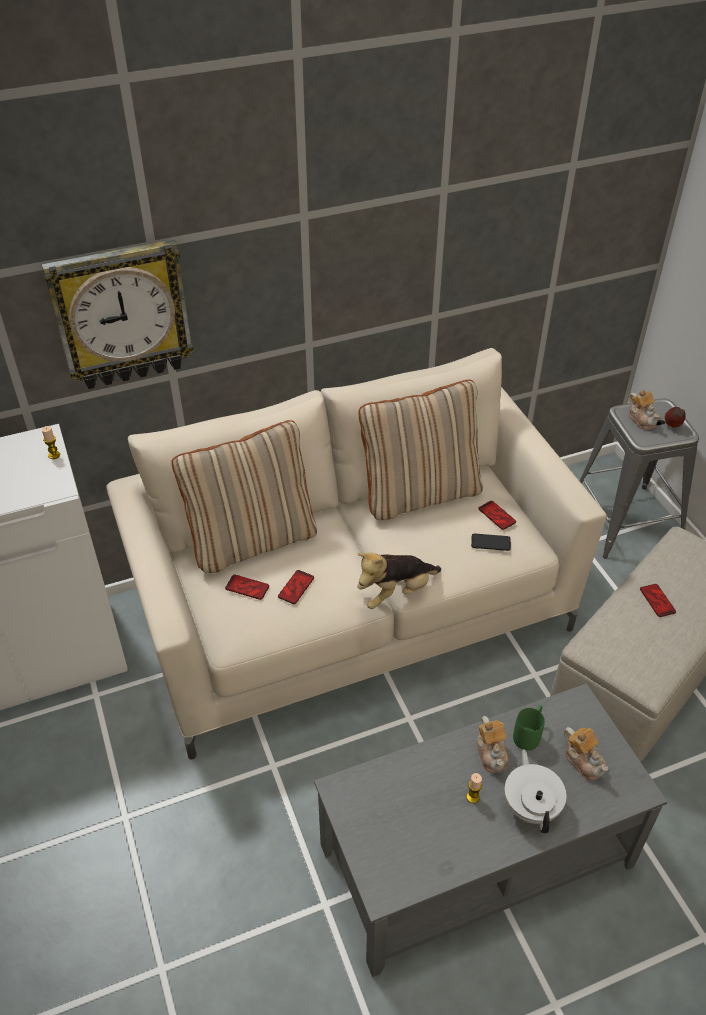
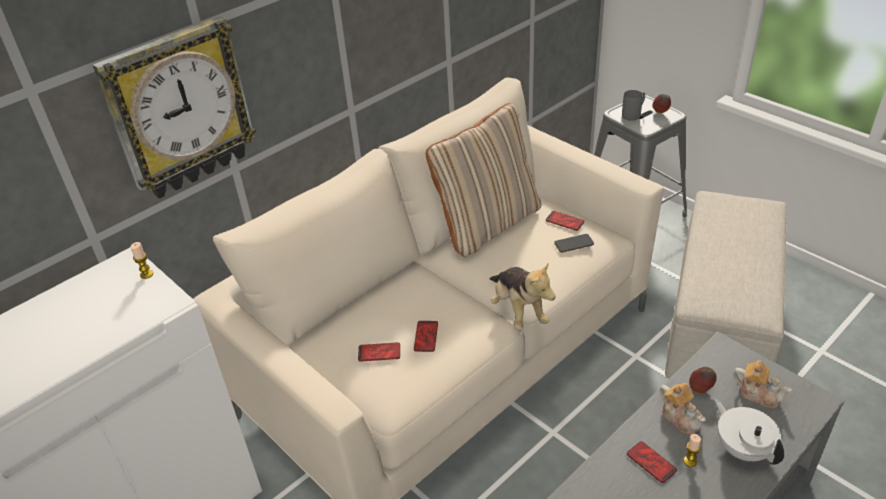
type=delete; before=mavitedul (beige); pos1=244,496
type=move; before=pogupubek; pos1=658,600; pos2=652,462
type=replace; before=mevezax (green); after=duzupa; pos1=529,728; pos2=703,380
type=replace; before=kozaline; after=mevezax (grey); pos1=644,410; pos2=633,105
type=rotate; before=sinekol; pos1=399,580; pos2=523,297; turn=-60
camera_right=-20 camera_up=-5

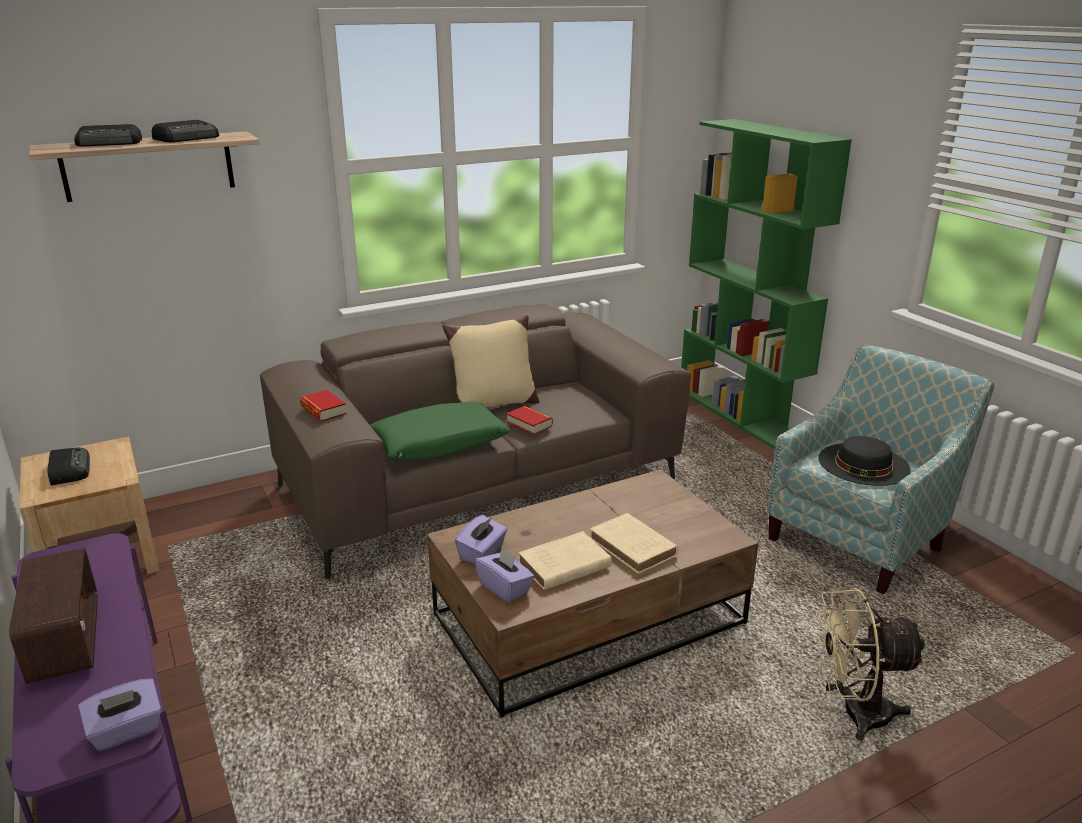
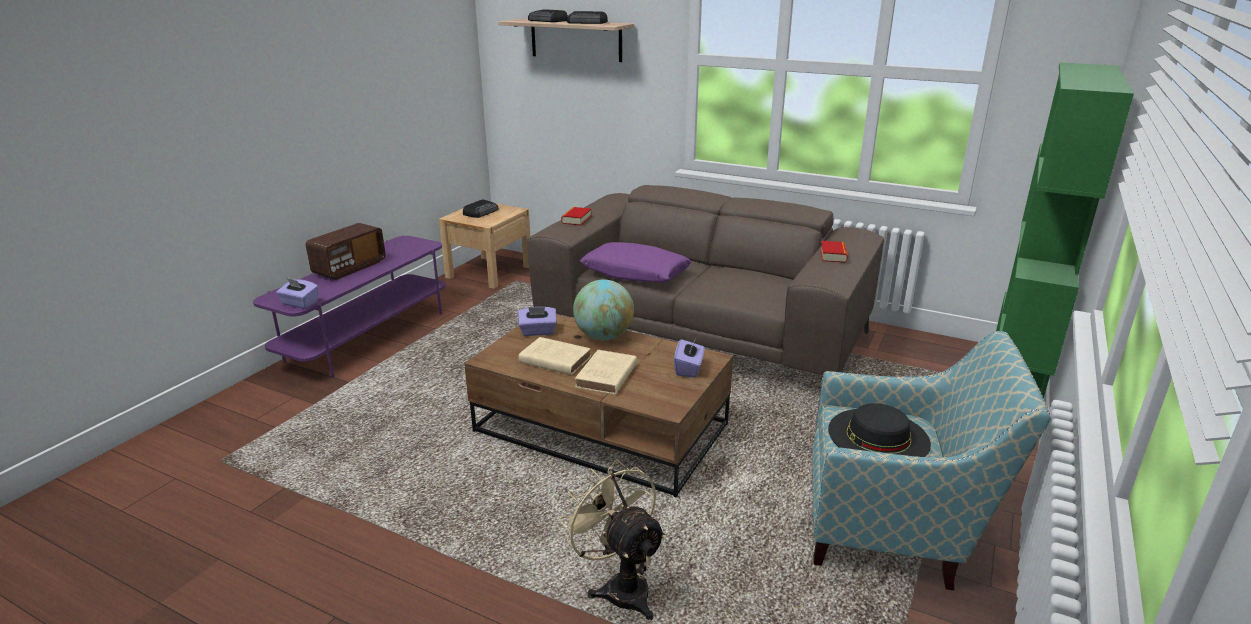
type=delete; before=mavitedul (beige); pos1=490,360
type=insert; after=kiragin; pos2=603,310
type=move; before=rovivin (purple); pos1=504,574; pos2=689,358
type=move; before=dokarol; pos1=529,420; pos2=834,252
type=recolor; before=mavitedul (green); after=mavitedul (purple); pos1=440,431; pos2=635,262
camera_right=55 camera_up=0

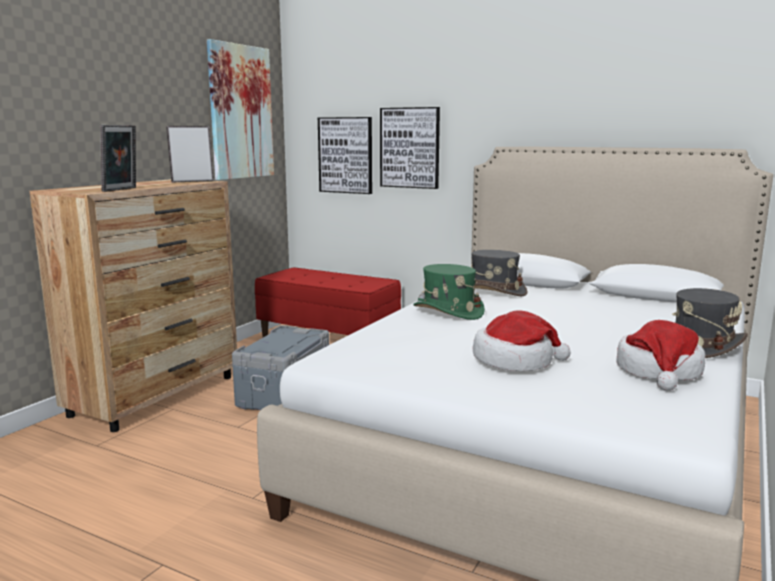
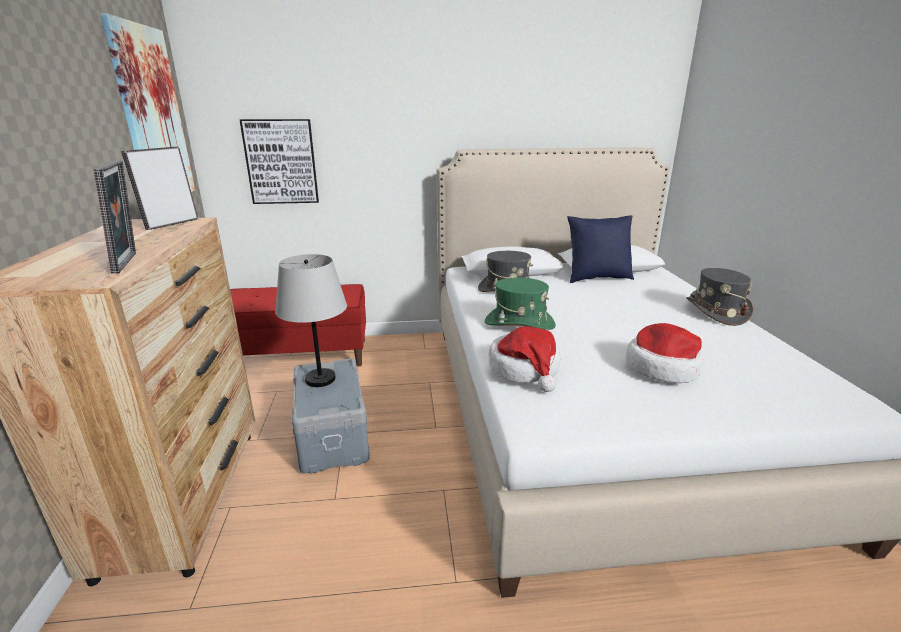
type=delete; before=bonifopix; pos1=410,148
type=insert; after=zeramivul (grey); pos2=311,320
type=insert; after=mavitedul (blue); pos2=600,249
type=move; before=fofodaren; pos1=660,355; pos2=524,359
camera_right=-35 camera_up=10

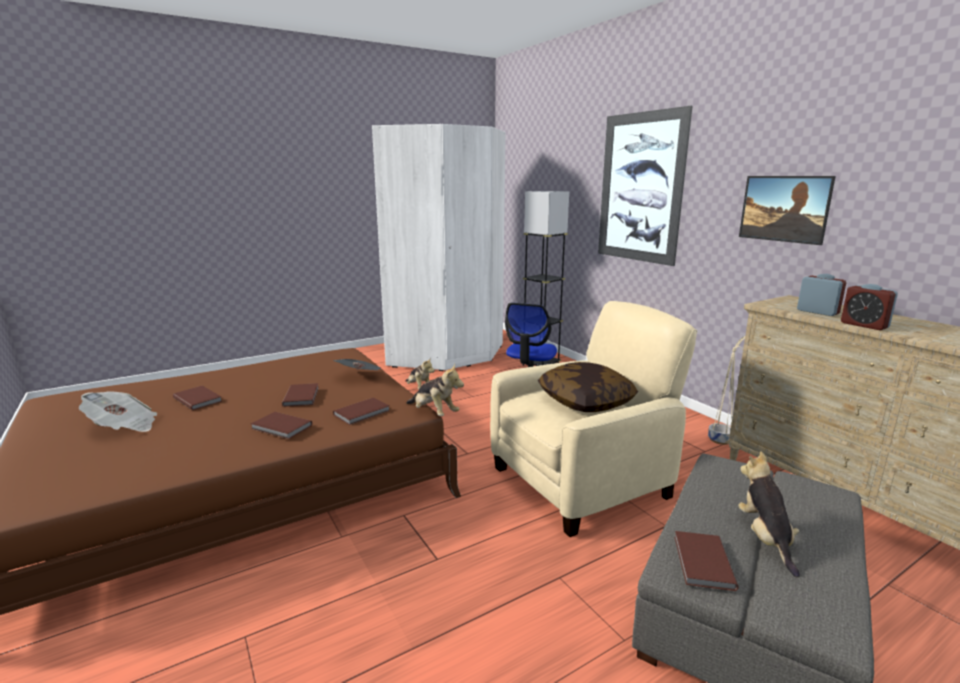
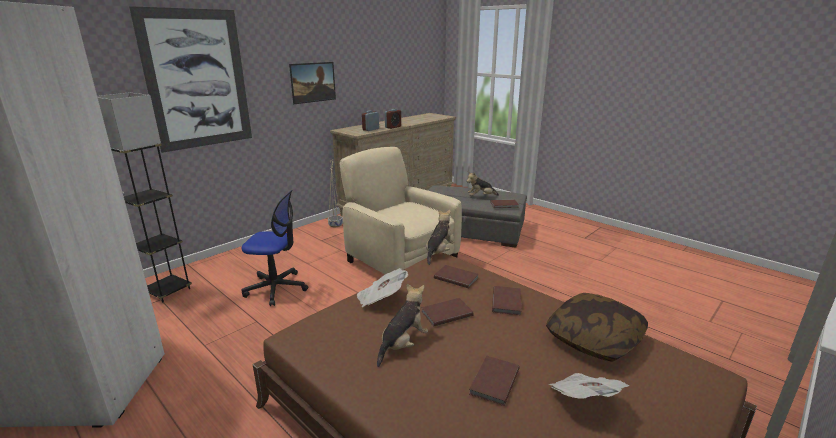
type=move; before=sinekol; pos1=420,373; pos2=402,325
type=move; before=mavitedul; pos1=588,387; pos2=597,327
camera_right=-105 camera_up=5

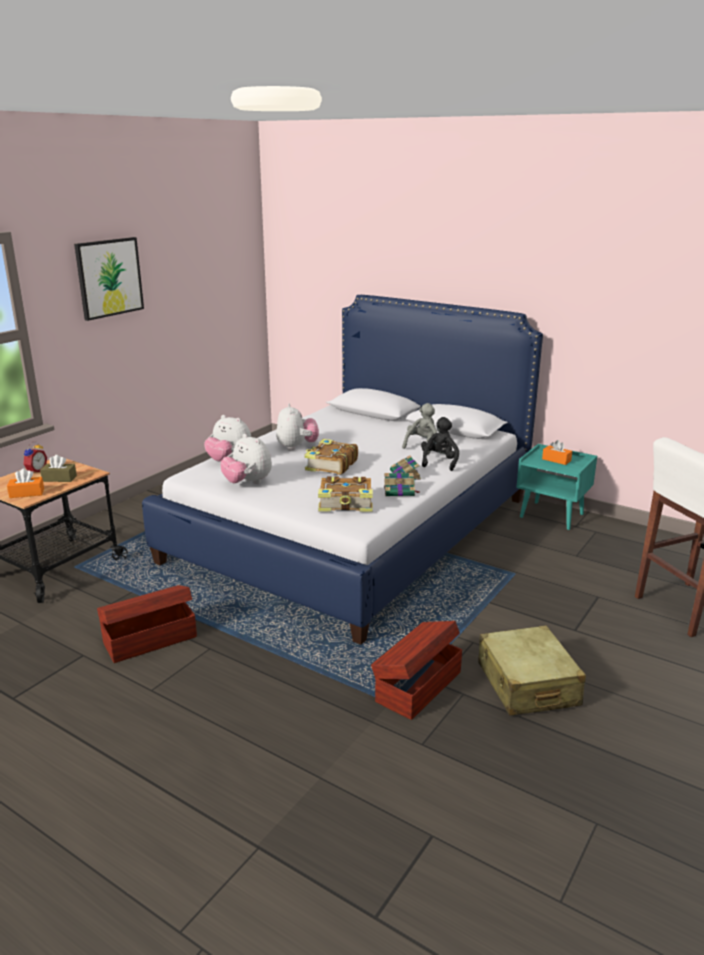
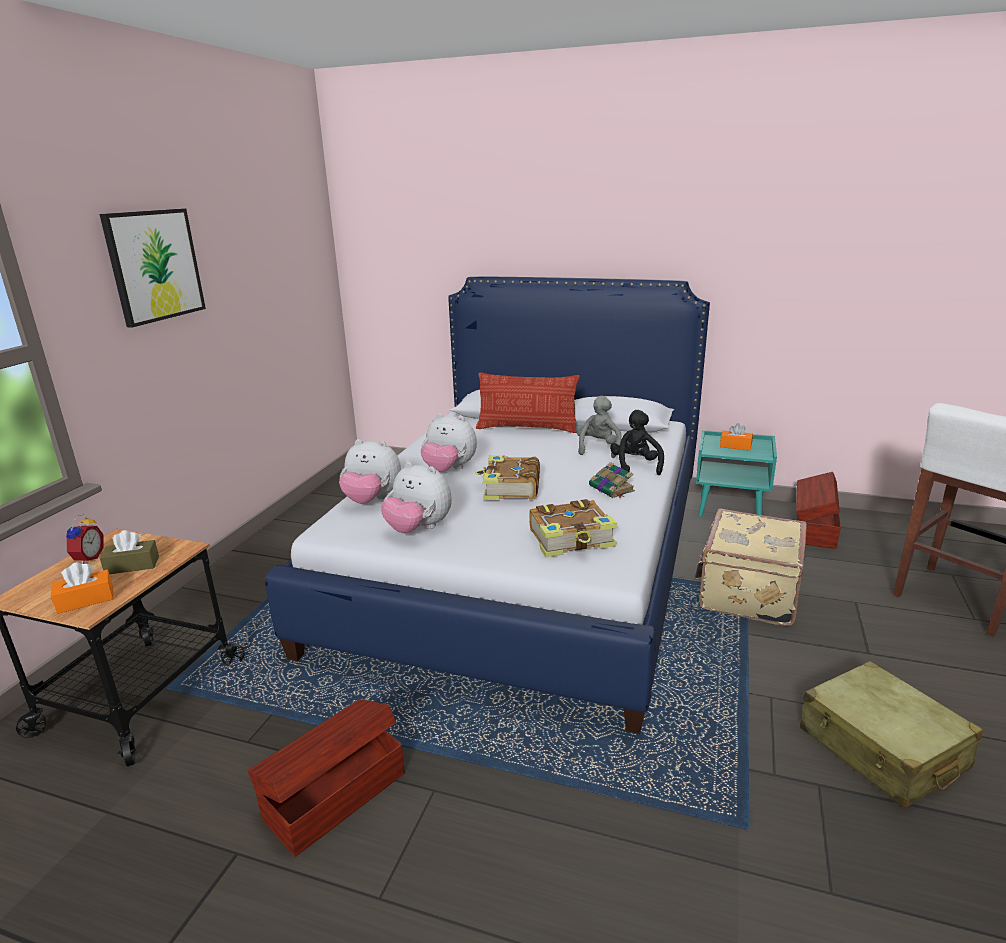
type=delete; before=dokarol; pos1=402,484
type=insert; after=mavitedul; pos2=528,402
type=insert; after=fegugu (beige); pos2=751,567
type=move; before=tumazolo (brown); pos1=416,670; pos2=818,510
type=rotate; before=sinekol; pos1=297,427; pos2=449,442; turn=135
camera_right=-15 camera_up=0

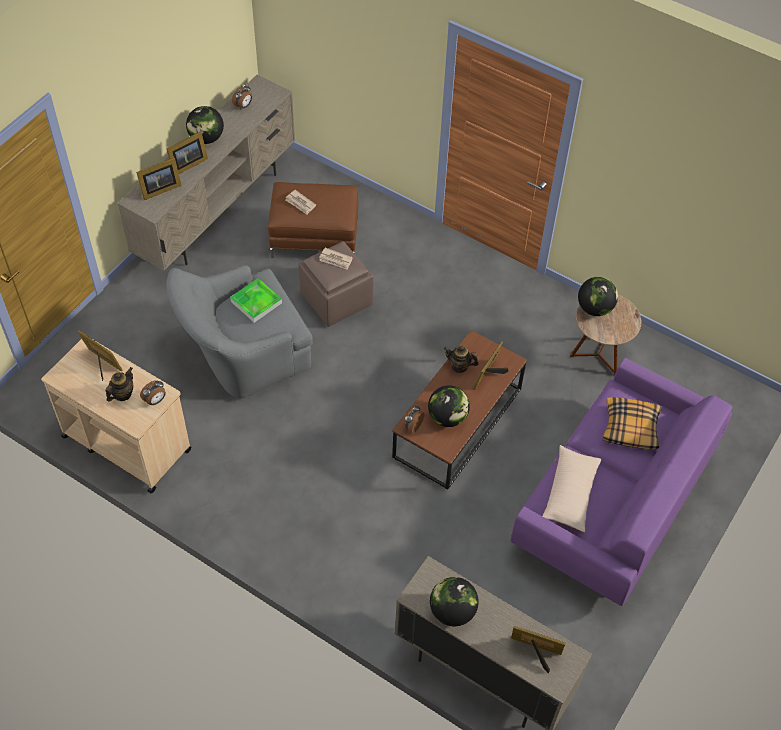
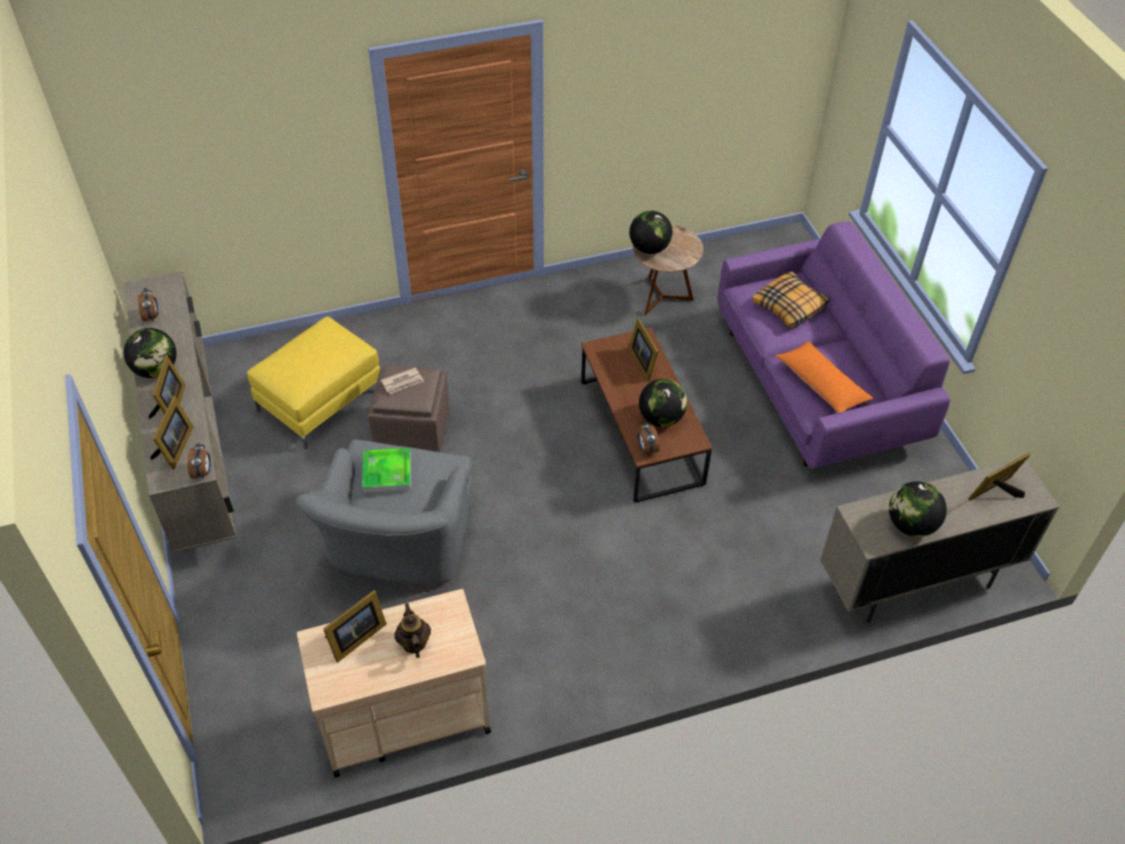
type=delete; before=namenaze; pos1=300,202
type=delete; before=kozaline; pos1=461,359
type=move; before=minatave; pos1=153,392; pos2=199,460
type=recolor; before=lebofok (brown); after=lebofok (yellow); pos1=313,220; pos2=313,382
type=recolor; before=mavitedul (beige); after=mavitedul (orange); pos1=572,488; pos2=824,377
type=rotate; before=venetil; pos1=100,355; pos2=355,626; turn=150
camera_right=-50 camera_up=-5

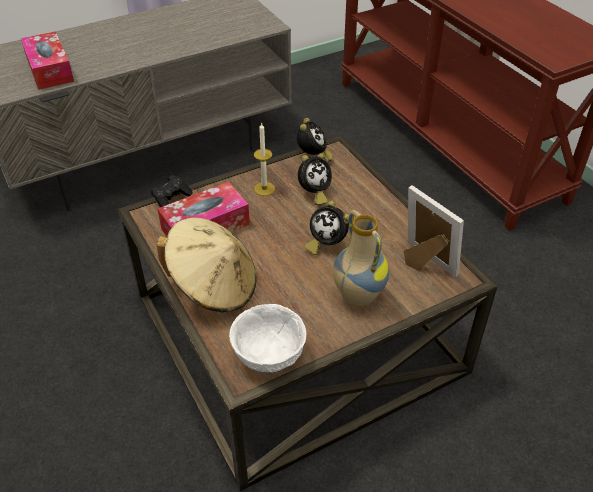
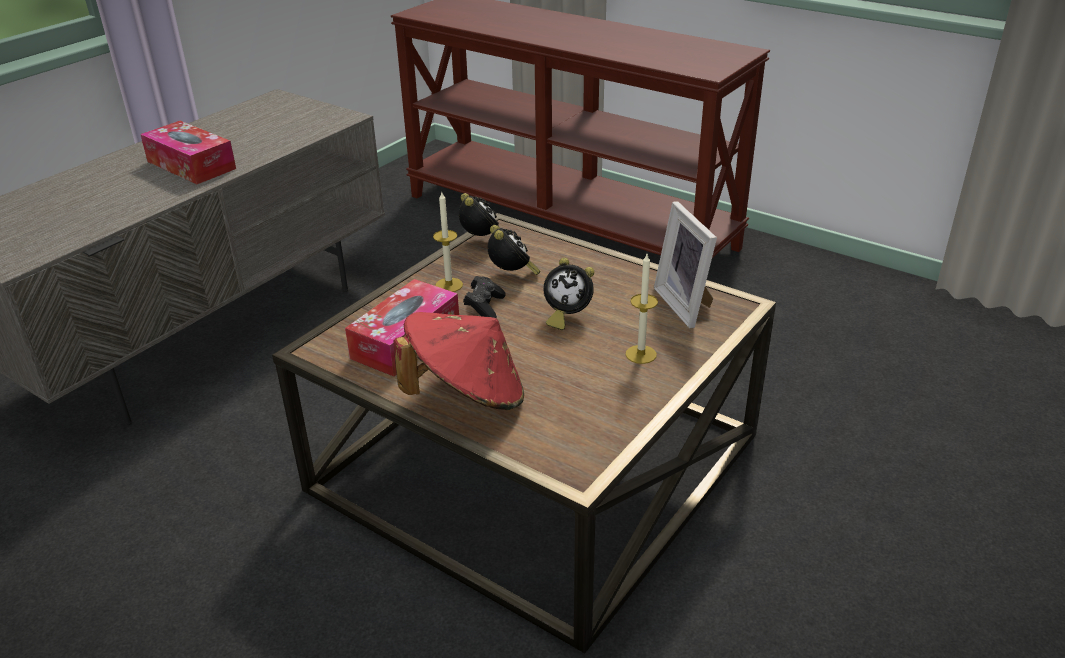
type=delete; before=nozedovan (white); pos1=267,338
type=move; before=rovivin; pos1=47,60; pos2=188,152
type=move; before=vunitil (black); pos1=171,191; pos2=484,297
type=replace; before=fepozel; after=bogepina; pos1=361,258; pos2=642,309
type=recolor; before=fofodaren (beige); after=fofodaren (red); pos1=206,264; pos2=459,361
type=rotate; before=minatave; pos1=315,179; pos2=514,250; turn=-45
type=rotate; before=venetil; pos1=434,231; pos2=685,264; turn=-135
camera_right=-25 camera_up=-10

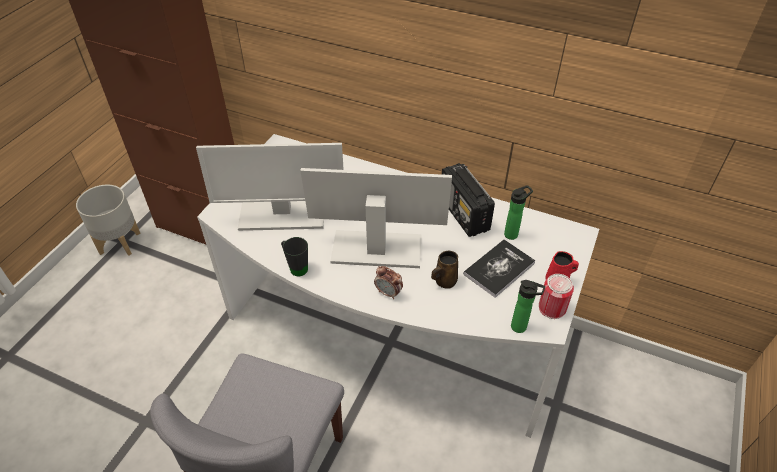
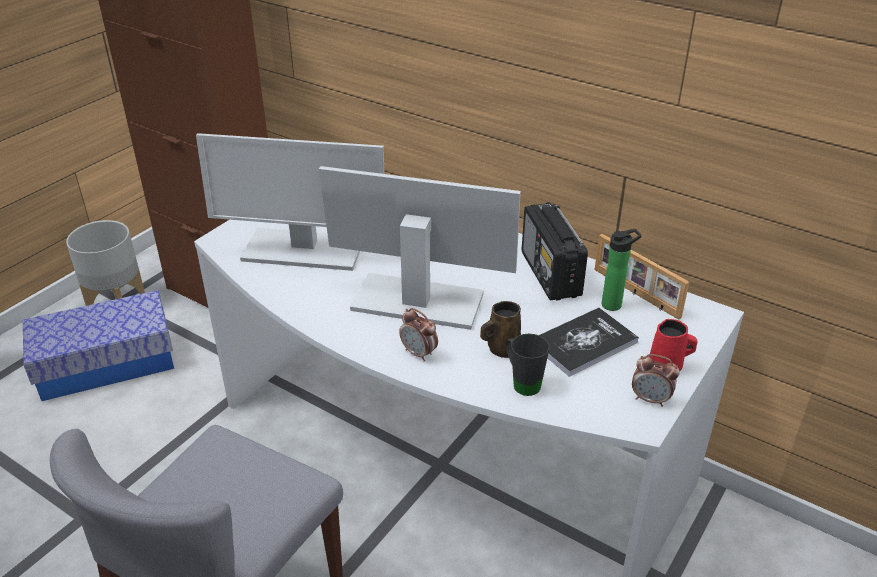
type=delete; before=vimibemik; pos1=528,306
type=insert; after=tumazolo; pos2=98,345
type=insert; after=venetil; pos2=642,277
type=move; before=mevezax (black); pos1=294,256; pos2=528,365
type=replace; before=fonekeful; after=minatave; pos1=556,296; pos2=656,380
camera_right=10 camera_up=-10

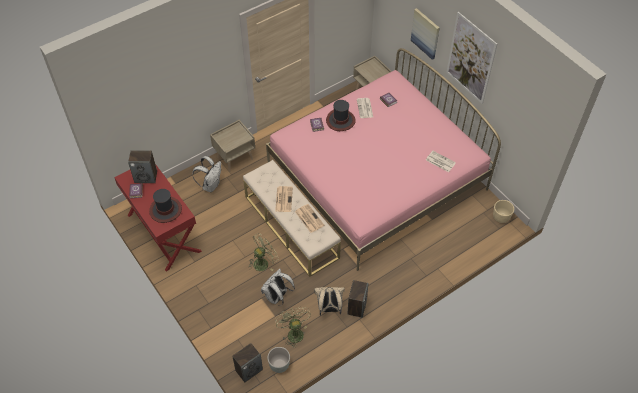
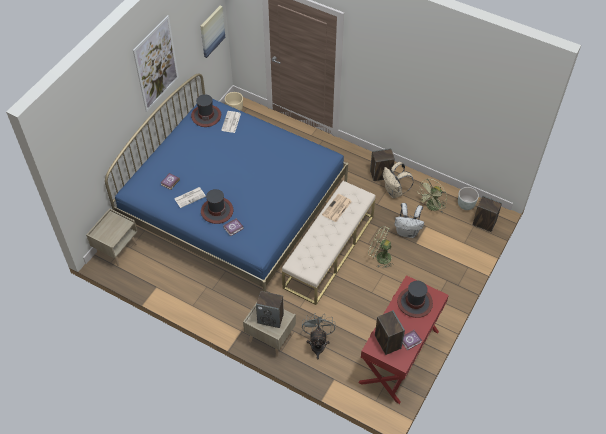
type=delete; before=namenaze; pos1=284,199
type=insert; after=fofodaren; pos2=206,110
type=insert; after=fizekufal; pos2=270,309
type=move; before=bonifopix; pos1=425,34; pos2=213,32
type=replace; before=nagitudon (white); after=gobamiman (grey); pos1=206,174; pos2=318,336
type=recolor; before=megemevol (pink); after=megemevol (blue); pos1=383,159; pos2=226,182
camera_right=-115 camera_up=0

